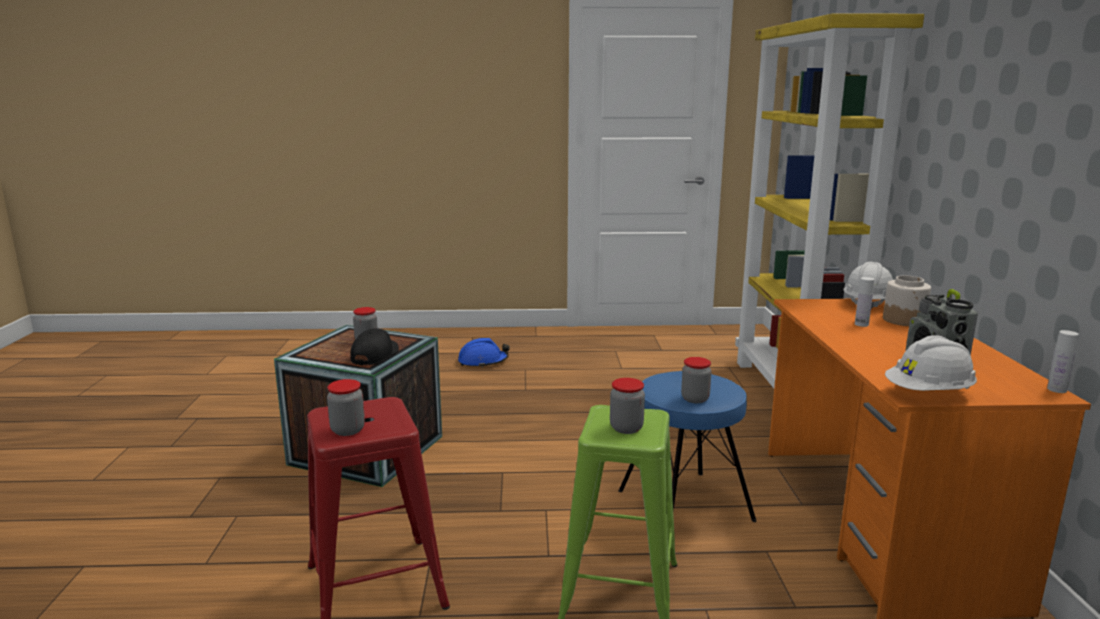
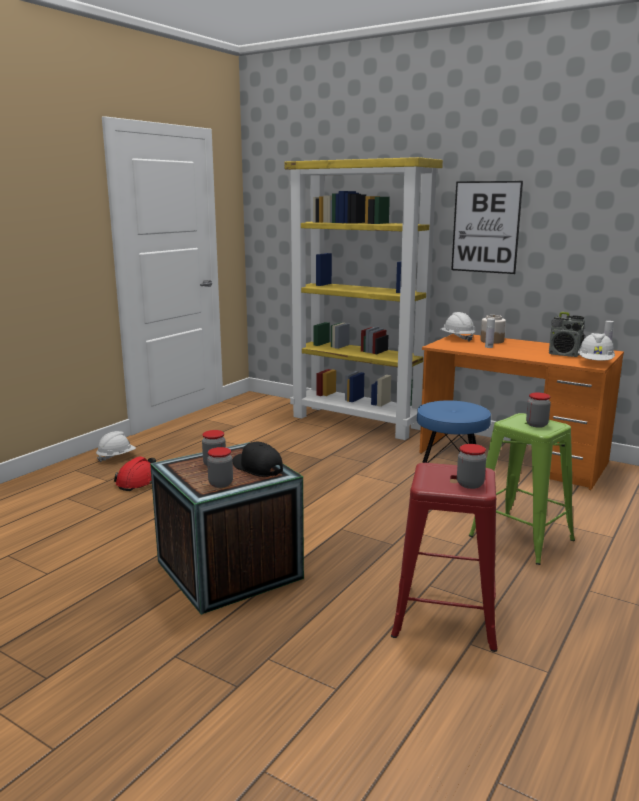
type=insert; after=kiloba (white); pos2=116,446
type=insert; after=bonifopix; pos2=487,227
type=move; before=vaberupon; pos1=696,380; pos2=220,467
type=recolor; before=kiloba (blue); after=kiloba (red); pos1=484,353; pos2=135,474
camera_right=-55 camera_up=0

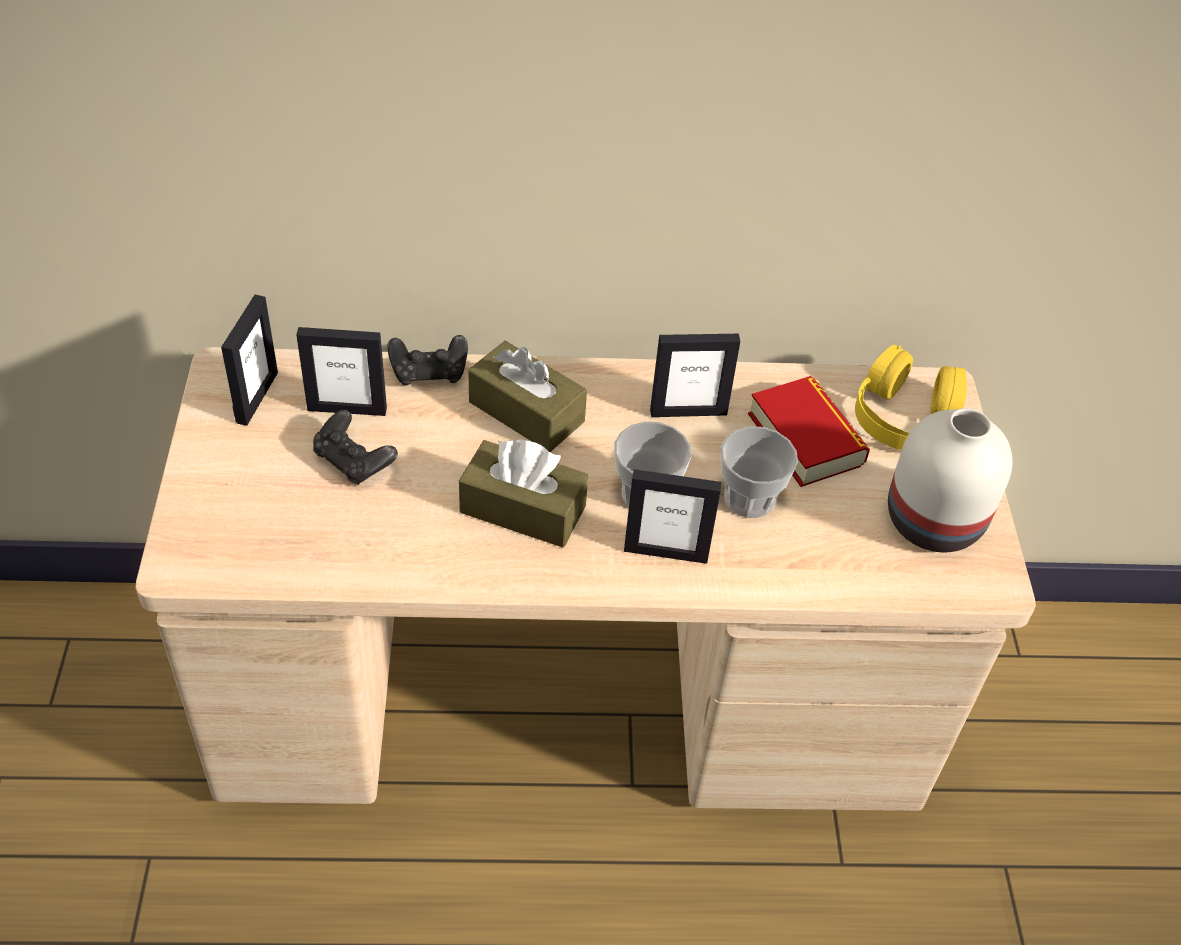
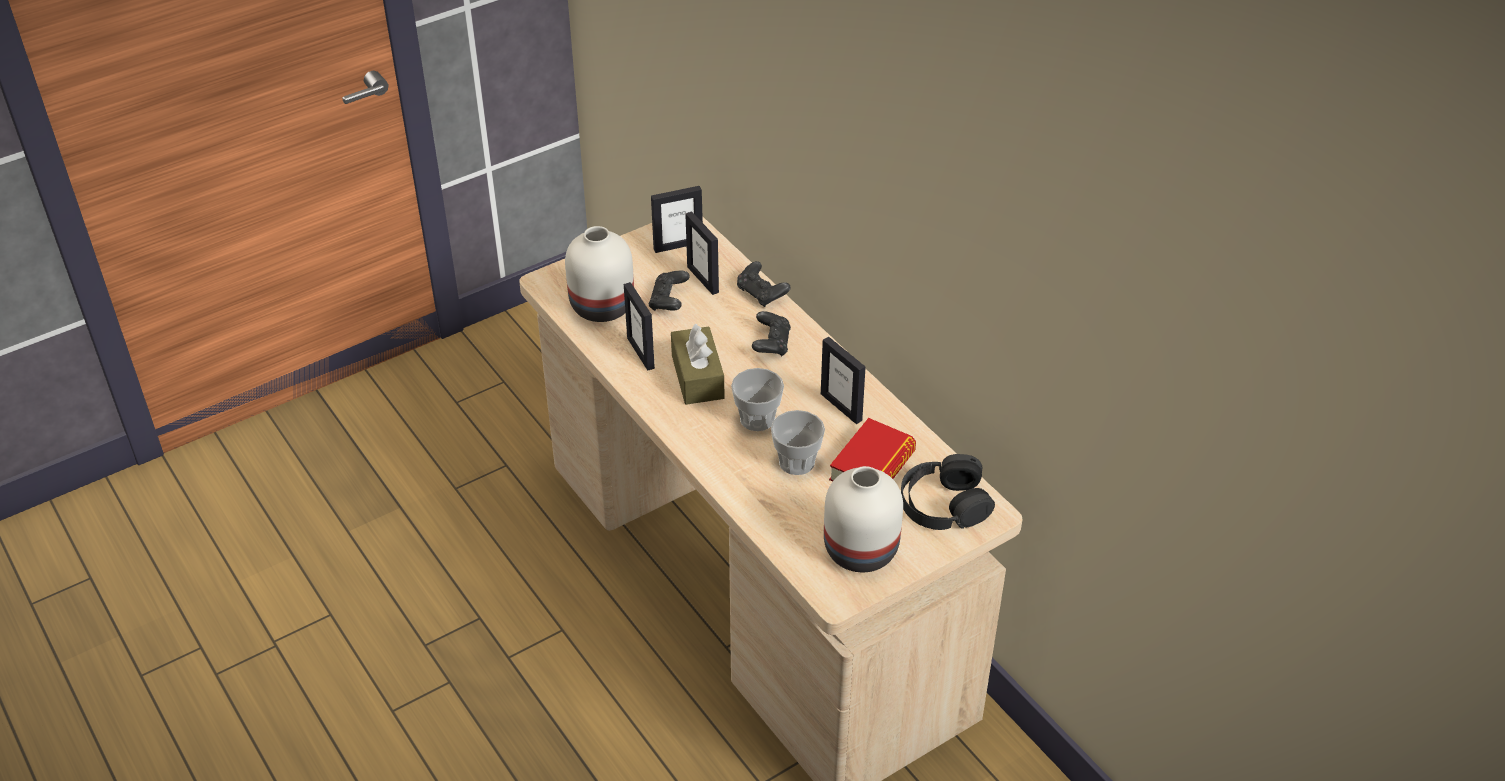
type=insert; after=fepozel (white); pos2=599,274
type=move; before=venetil; pos1=673,516; pos2=639,326
type=replace; before=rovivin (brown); after=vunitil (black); pos1=527,396; pos2=771,333
type=recolor; before=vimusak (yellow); after=vimusak (black); pos1=911,397; pos2=948,492
camera_right=60 camera_up=-5

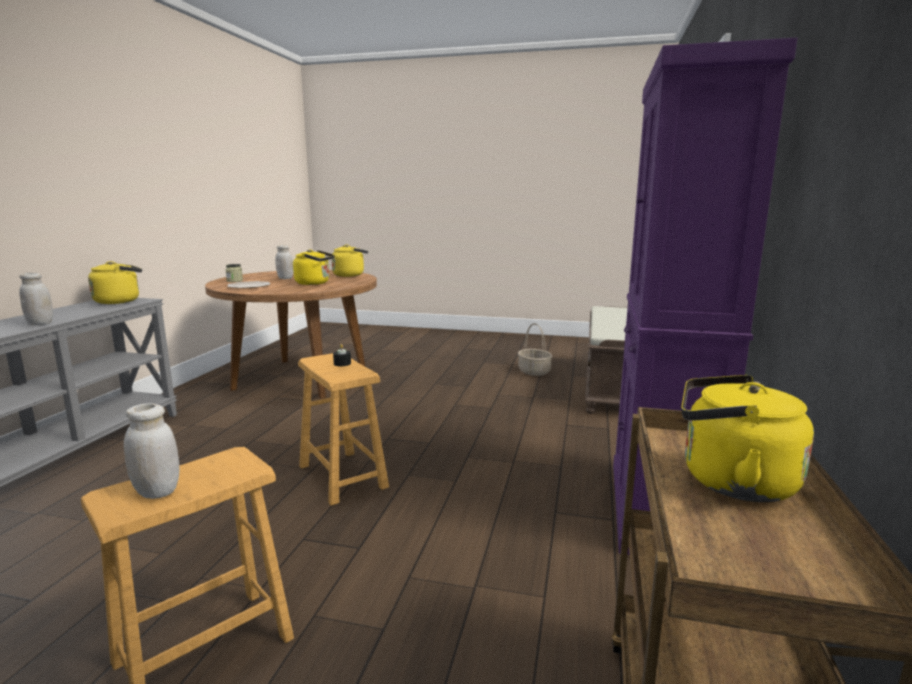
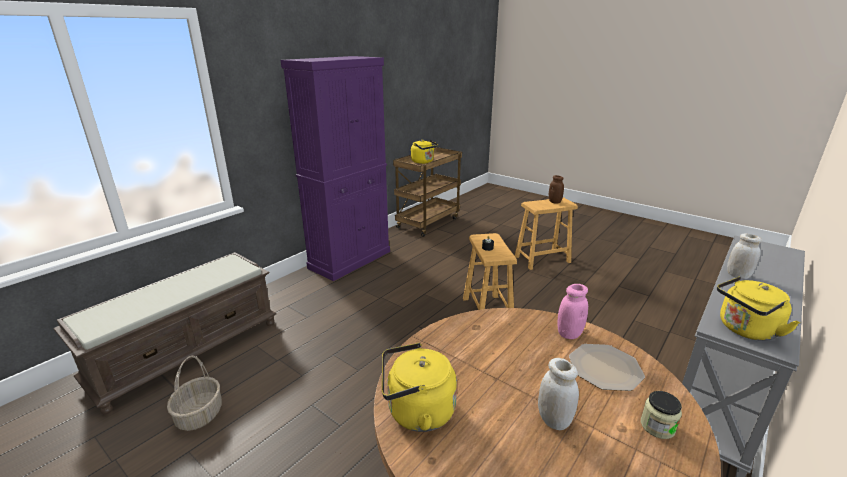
type=delete; before=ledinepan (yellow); pos1=314,267
type=insert; after=vaberupon (pink); pos2=572,311
type=recolor; before=vaberupon (white); after=vaberupon (brown); pos1=152,451; pos2=556,189
camera_right=-155 camera_up=10

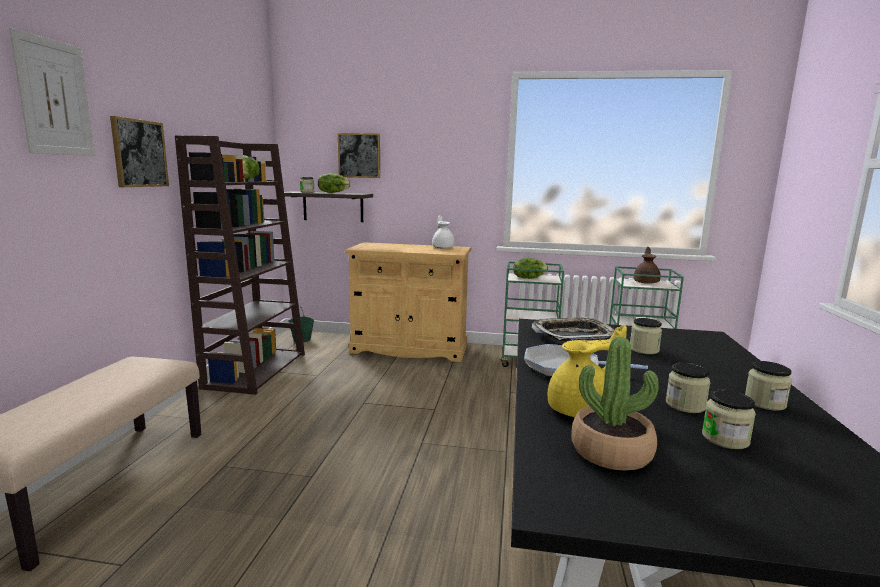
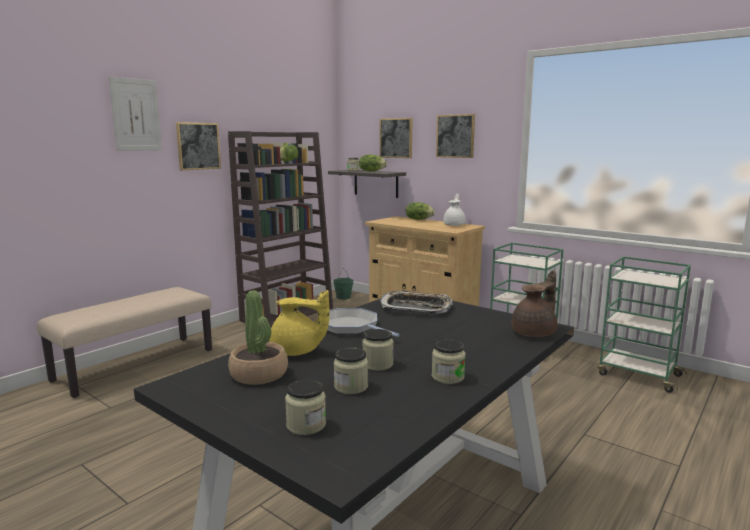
type=insert; after=bonifopix; pos2=455,136
type=move; before=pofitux; pos1=530,268; pos2=420,211
type=move; before=vaberupon; pos1=646,336; pos2=305,407
type=move; before=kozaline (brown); pos1=647,265; pos2=534,303
camera_right=30 camera_up=0

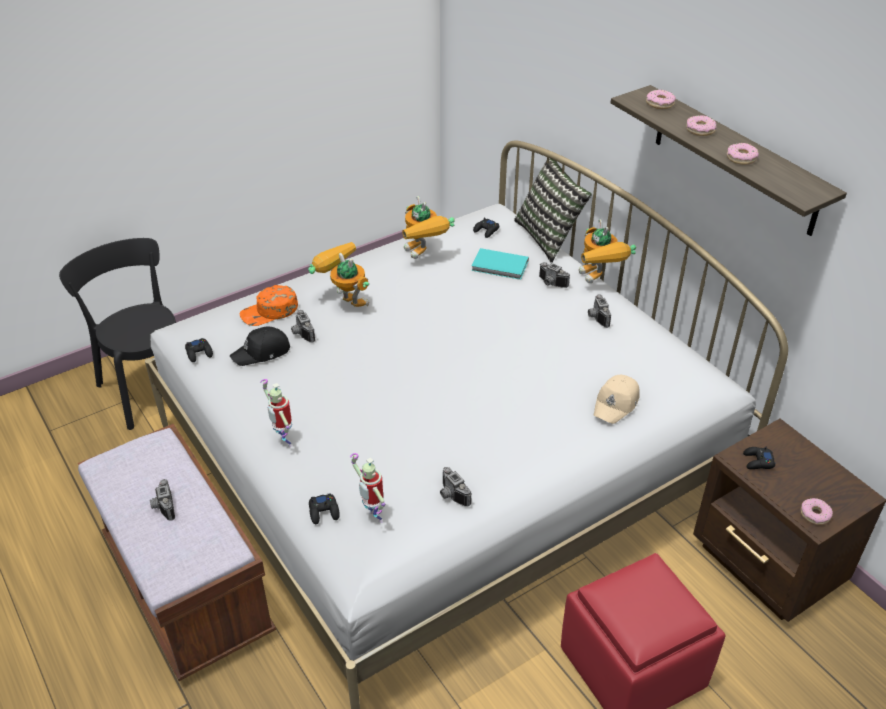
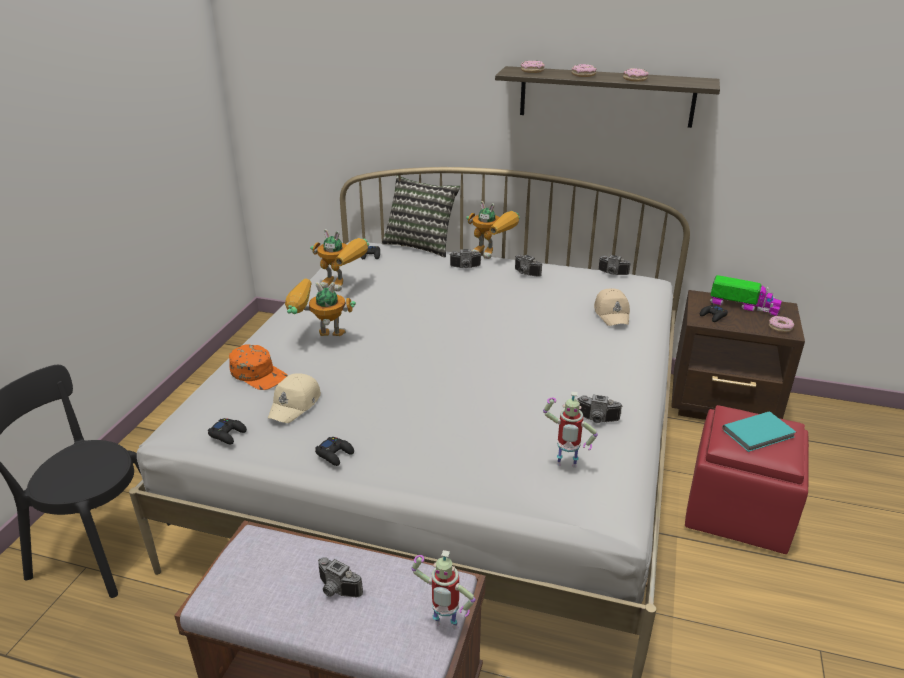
type=insert; after=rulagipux; pos2=746,295
type=move; before=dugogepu; pos1=276,413; pos2=443,590
type=move; before=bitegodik; pos1=303,326; pos2=614,265
type=move; before=vunitil (black); pos1=324,508; pos2=334,451
type=move; before=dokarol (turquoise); pos1=500,264; pos2=759,431
type=recolor; before=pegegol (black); after=pegegol (beige); pos1=260,346; pos2=294,398
type=rotate; before=pegegol (orange); pos1=269,305; pos2=258,367; turn=-75
camera_right=-40 camera_up=-10

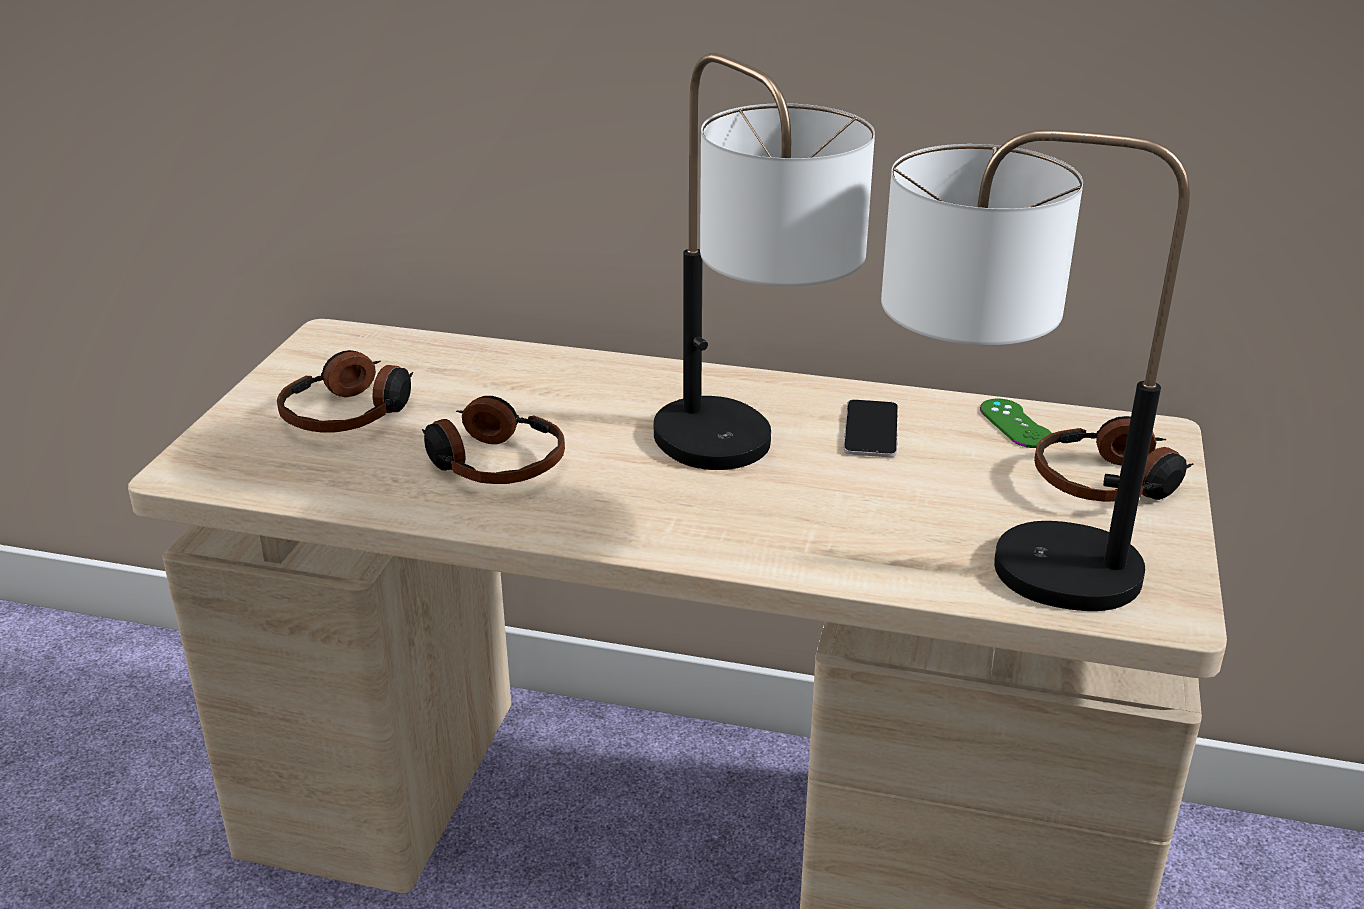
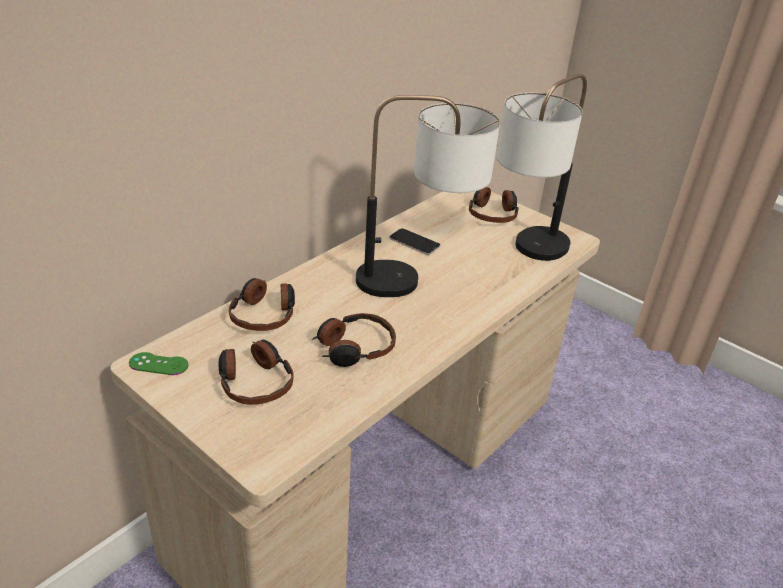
type=insert; after=vimusak; pos2=262,304
type=move; before=vunitil (green); pos1=1015,423; pos2=158,363
camera_right=-65 camera_up=5

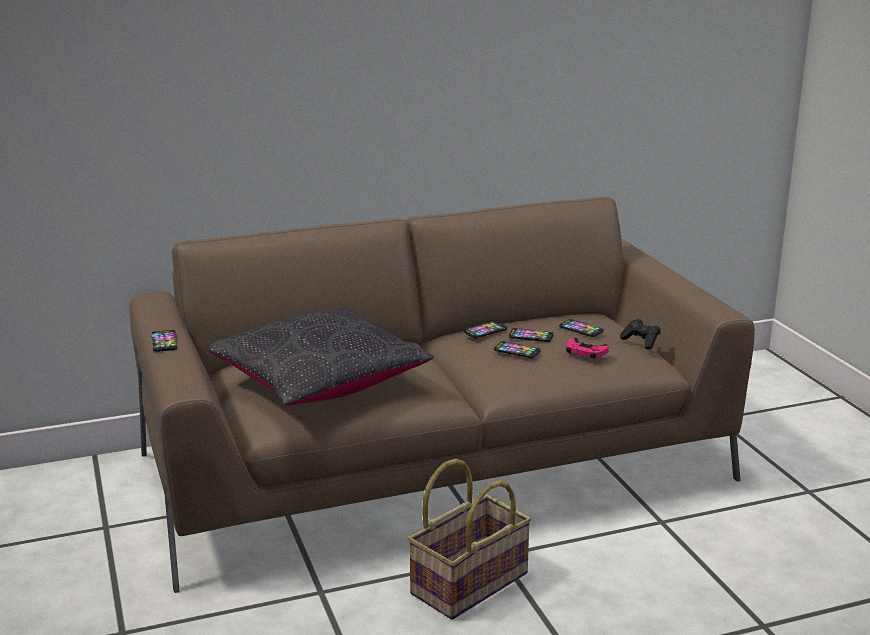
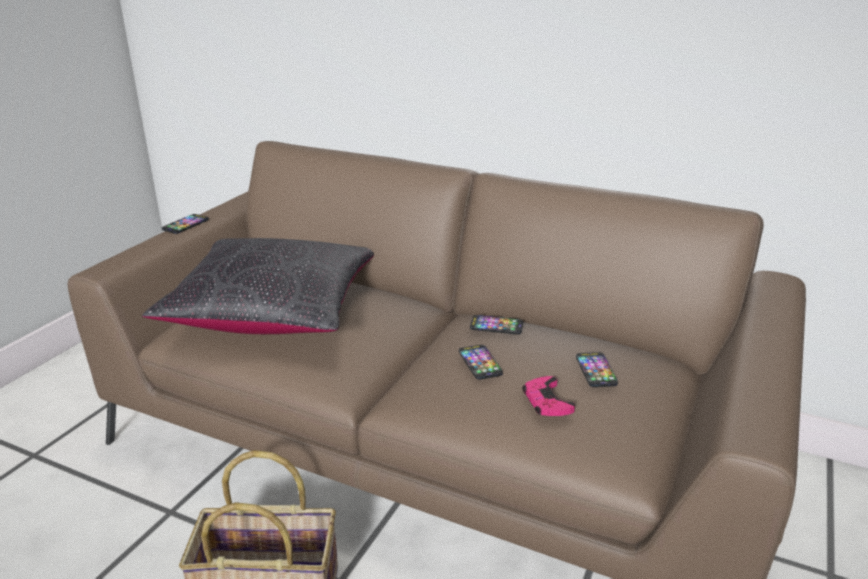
type=delete; before=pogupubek; pos1=531,335
type=delete; before=vunitil (black); pos1=640,334
camera_right=45 camera_up=5

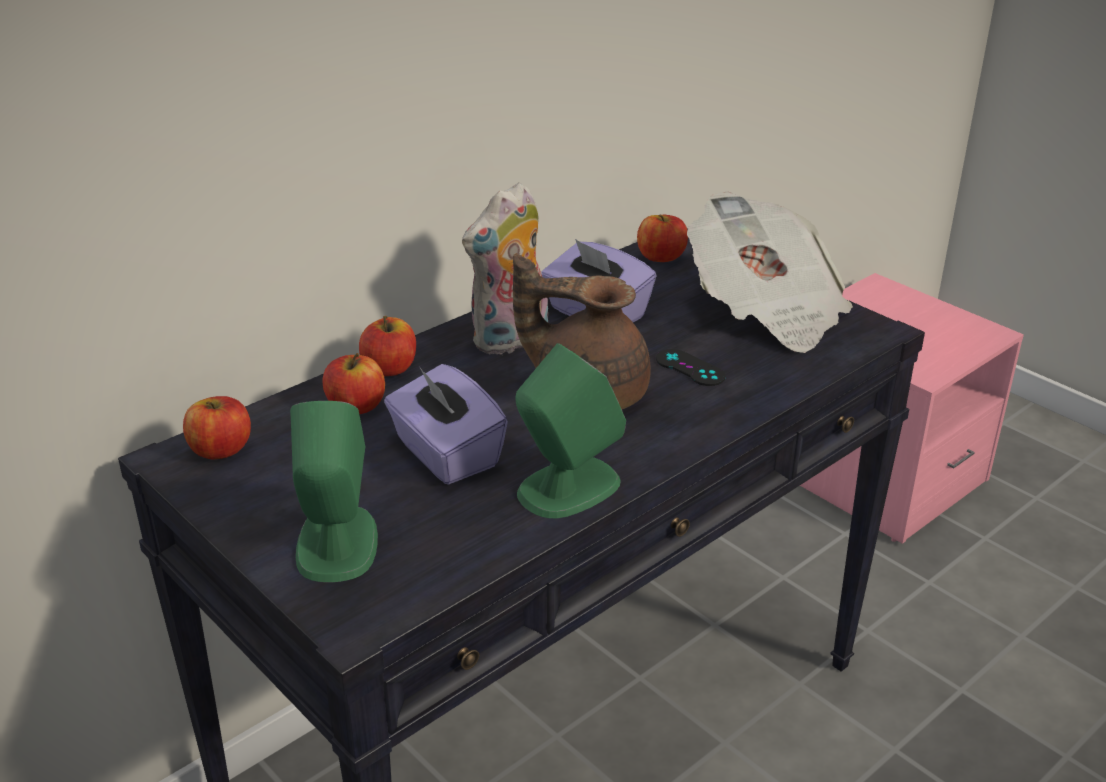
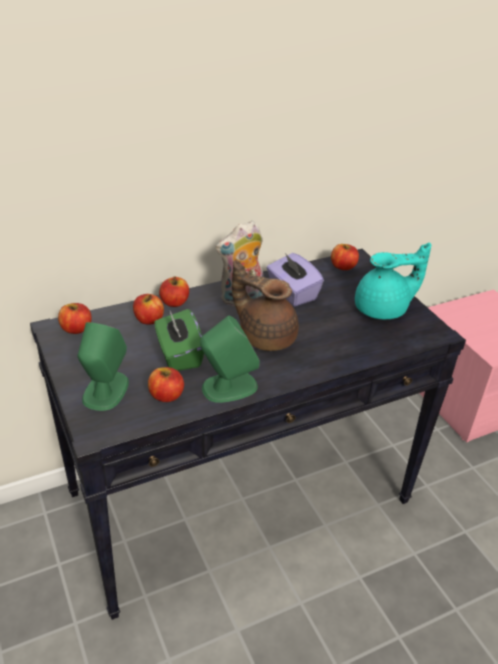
type=delete; before=vunitil (black); pos1=691,367
type=insert; after=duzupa; pos2=166,384
type=replace; before=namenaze; after=kozaline (turquoise); pos1=770,272; pos2=393,280
type=recolor; before=rovivin (purple); after=rovivin (green); pos1=446,424; pos2=179,340
camera_right=15 camera_up=5

